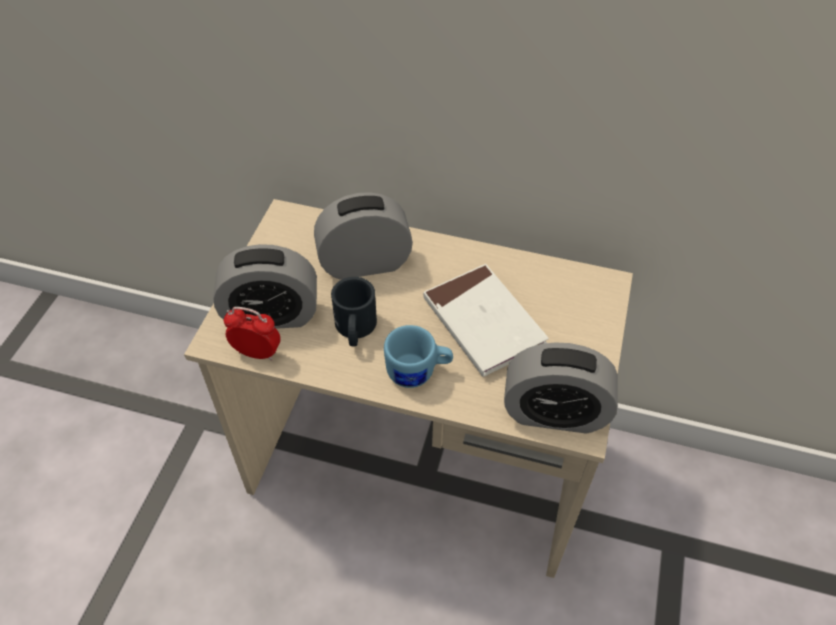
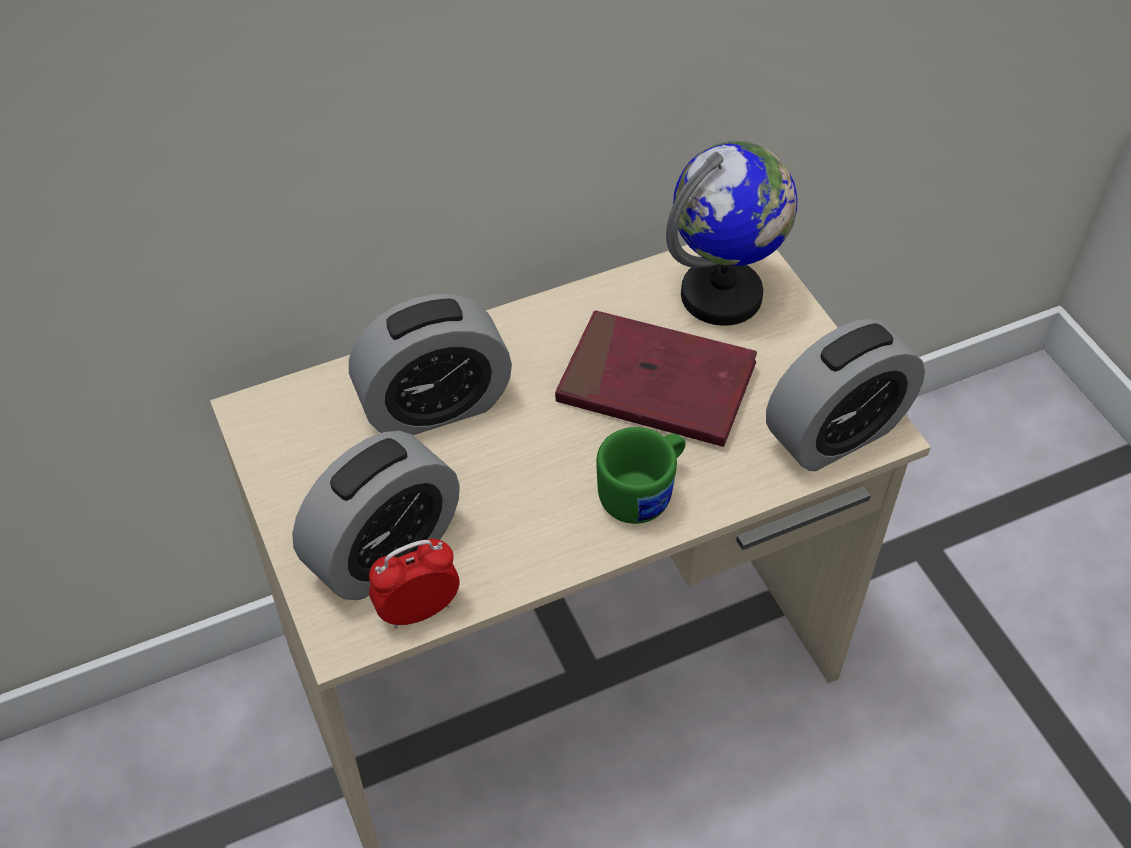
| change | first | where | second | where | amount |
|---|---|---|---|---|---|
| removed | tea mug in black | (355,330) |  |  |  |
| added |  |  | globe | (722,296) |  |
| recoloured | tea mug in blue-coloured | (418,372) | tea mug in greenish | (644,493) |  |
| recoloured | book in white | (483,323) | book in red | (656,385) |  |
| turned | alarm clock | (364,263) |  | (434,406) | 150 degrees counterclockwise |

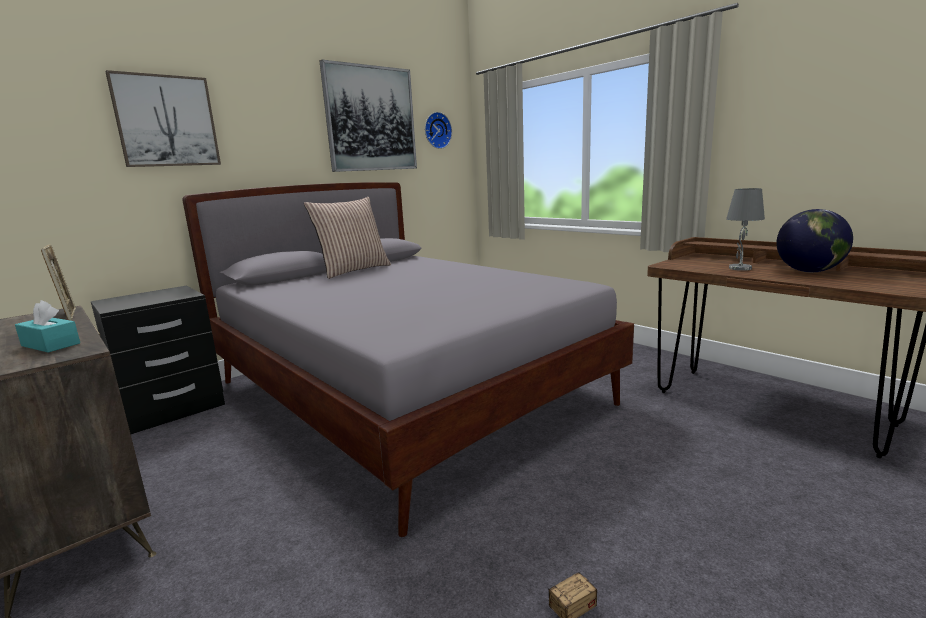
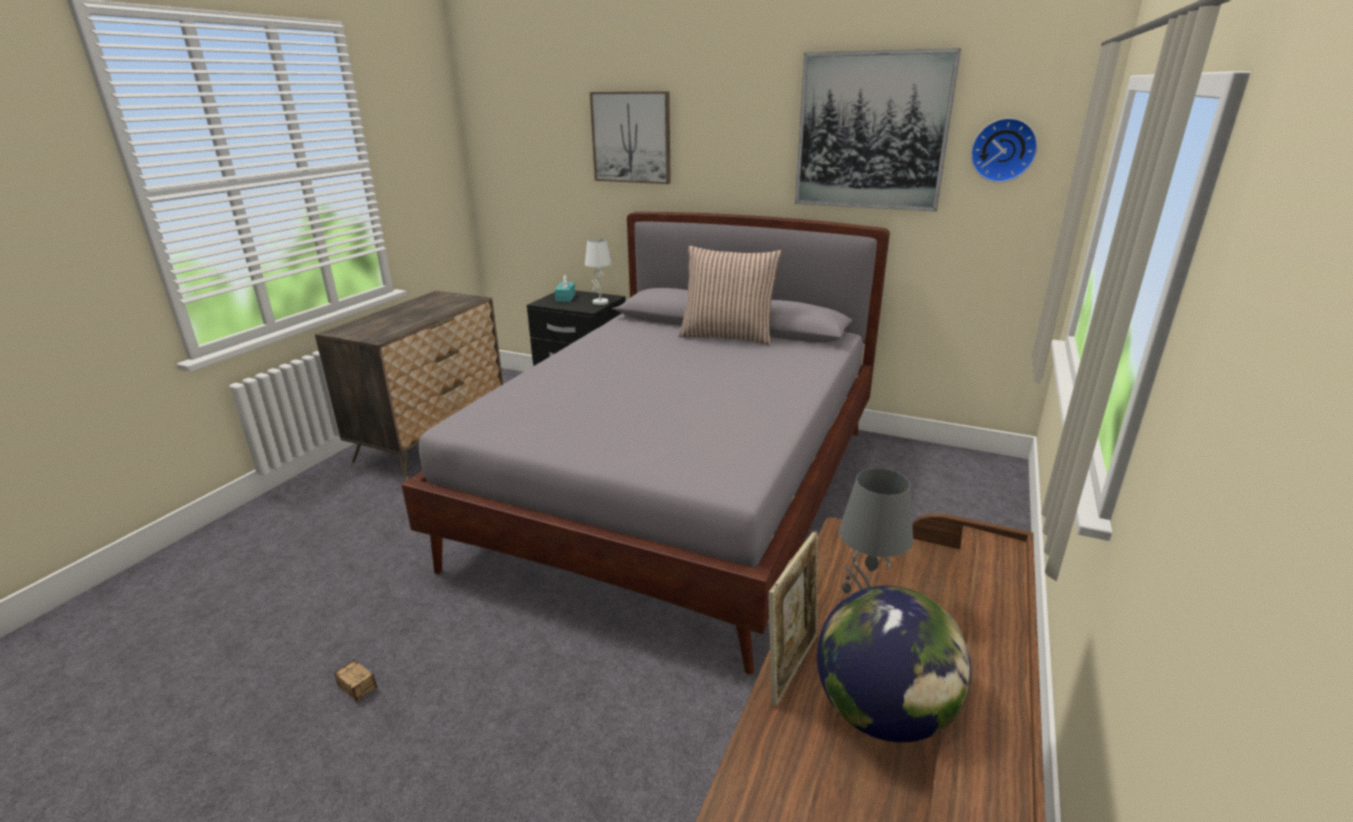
| change | first | where | second | where | amount |
|---|---|---|---|---|---|
| added |  |  | lamp for a table in white | (599,302) |  |
| moved | tissue box in turquoise-coloured | (51,344) |  | (565,297) |  |
| moved | photo frame | (69,315) |  | (791,665) |  |

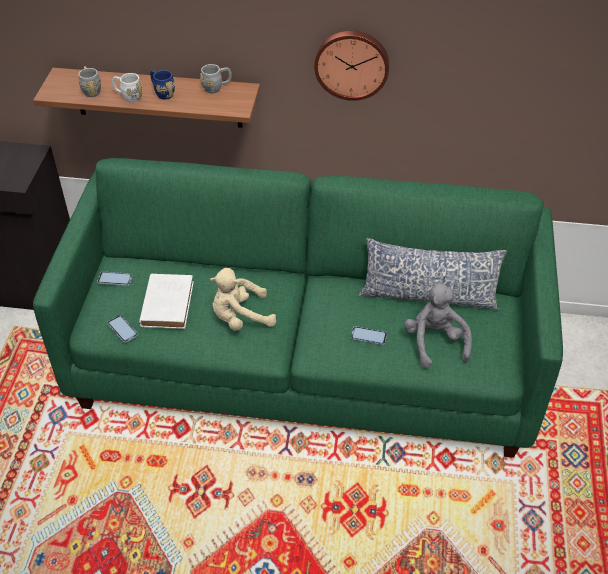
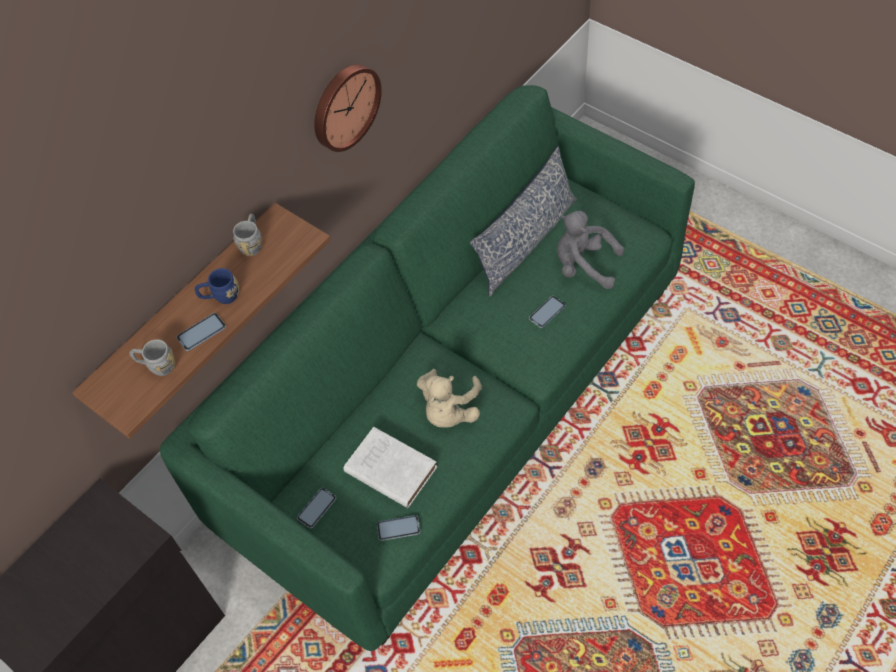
| change | first | where | second | where | amount |
|---|---|---|---|---|---|
| replaced | tea mug in white | (128,96) | telephone | (201,332) |  |

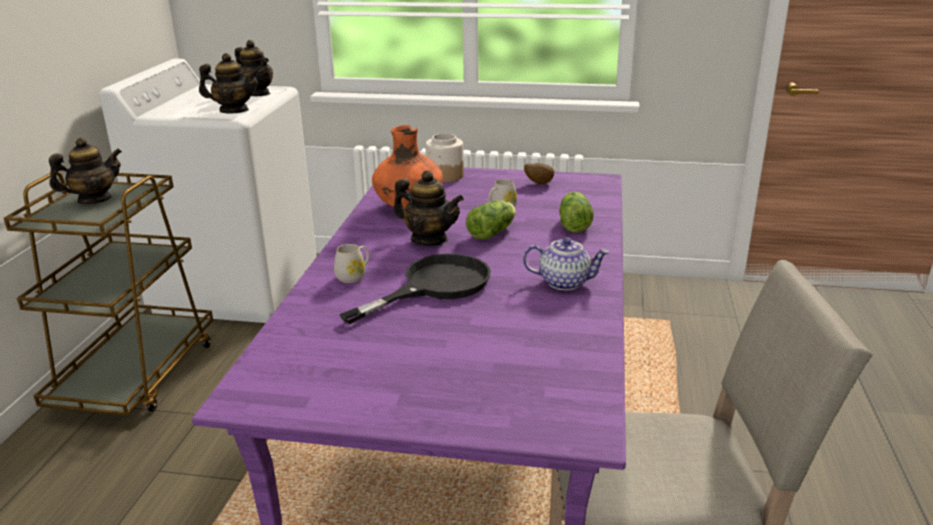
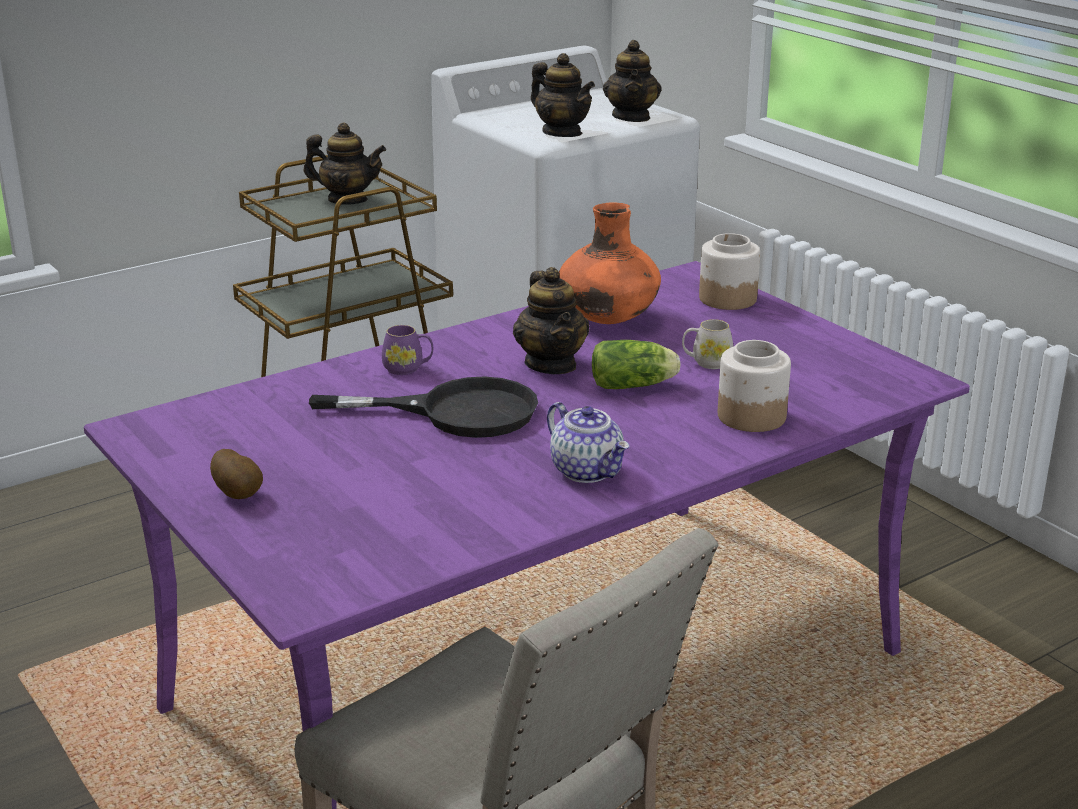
| change | first | where | second | where | amount |
|---|---|---|---|---|---|
| moved | whole potato | (539,183) |  | (239,494) |  |
| replaced | lettuce head | (574,223) | storage jar | (750,416) |  |
| recoloured | tea mug in white | (354,276) | tea mug in purple | (408,368) |  |

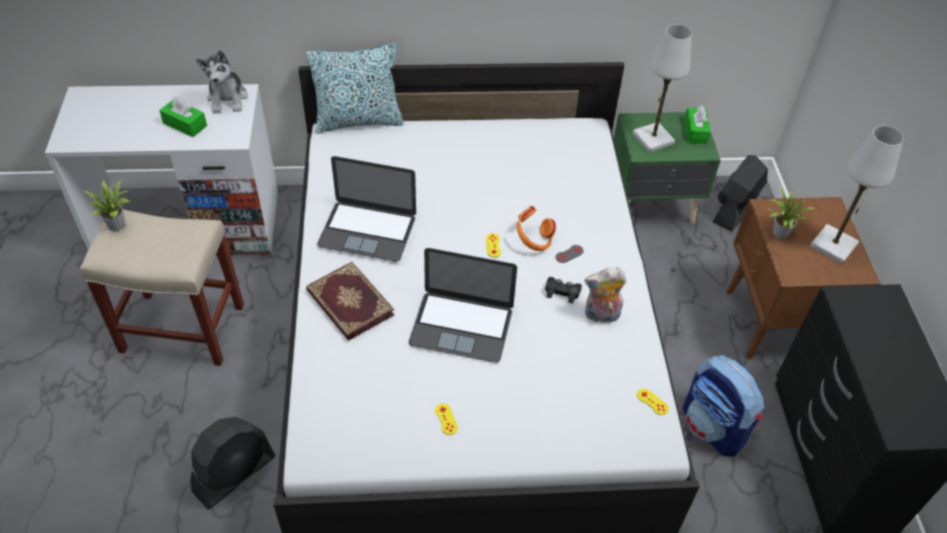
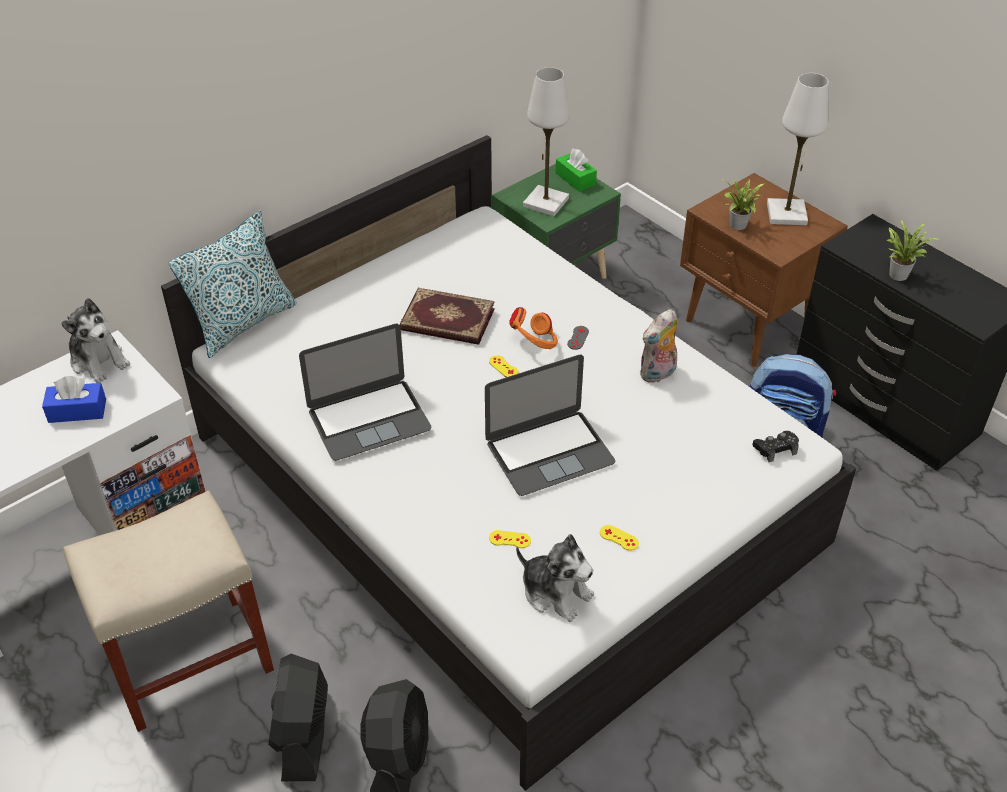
| change | first | where | second | where | amount |
|---|---|---|---|---|---|
| added |  |  | soft toy | (555,592) |  |
| moved | plant in a pot | (118,224) |  | (898,273) |  |
| moved | book | (349,304) |  | (447,321) |  |
| moved | game controller in black | (562,292) |  | (775,449) |  |
| moved | game controller in yellowish | (652,402) |  | (510,539) |  |
| moved | fan in black | (735,209) |  | (304,735) |  |
| recoloured | tissue box in greenish | (185,124) | tissue box in blue-coloured | (77,411) |  |

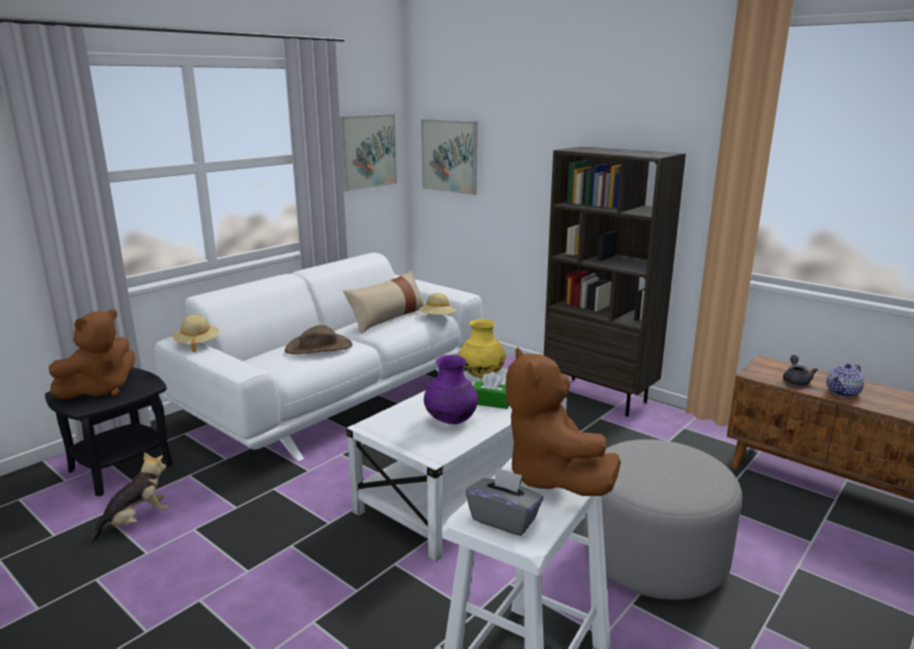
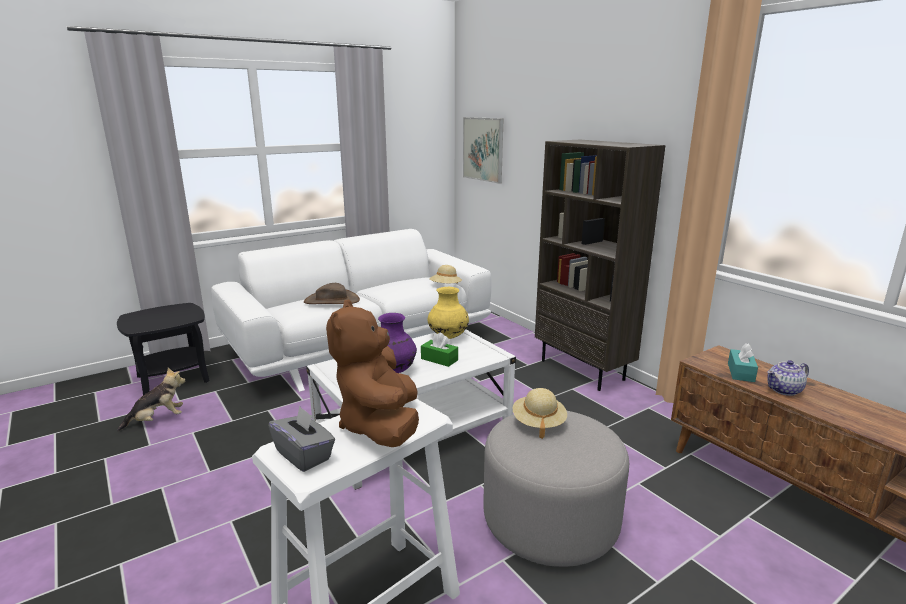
| change | first | where | second | where | amount |
|---|---|---|---|---|---|
| removed | soft toy in brown | (100,390) |  |  |  |
| removed | wall art | (368,151) |  |  |  |
| removed | pillow in beige | (388,318) |  |  |  |
| moved | hat in beige | (197,344) |  | (538,423) |  |
| replaced | pot for tea in grey | (796,380) | tissue box in turquoise-coloured | (740,372) |  |

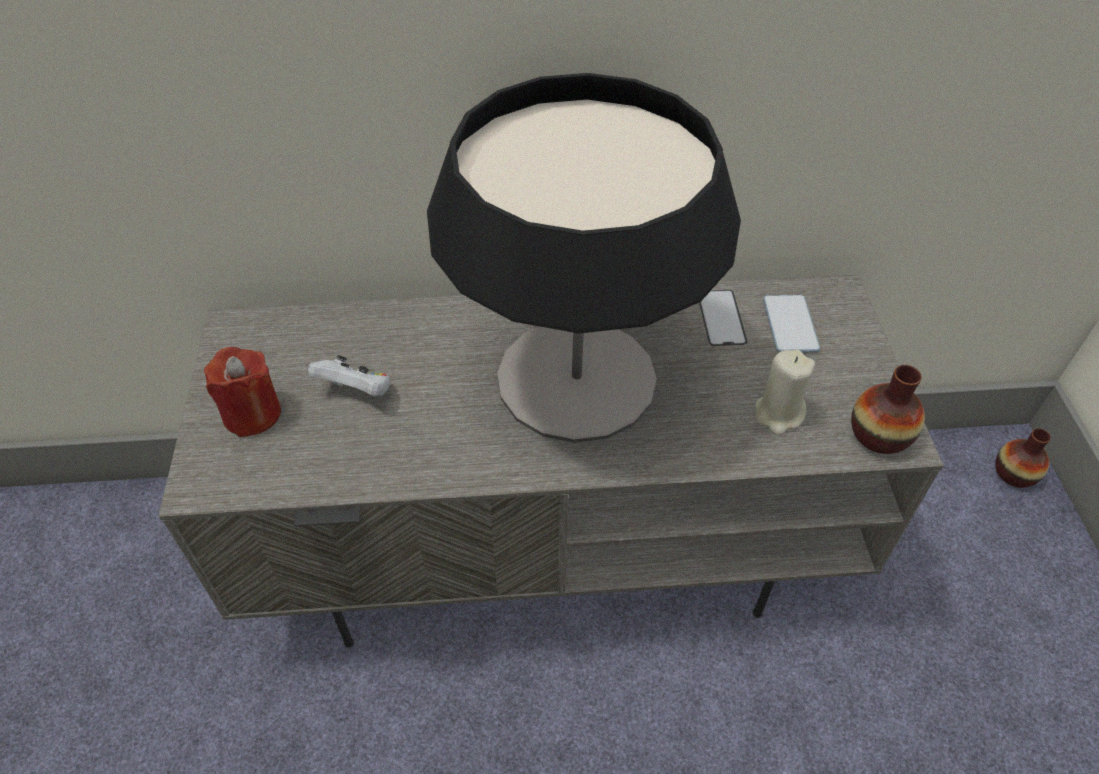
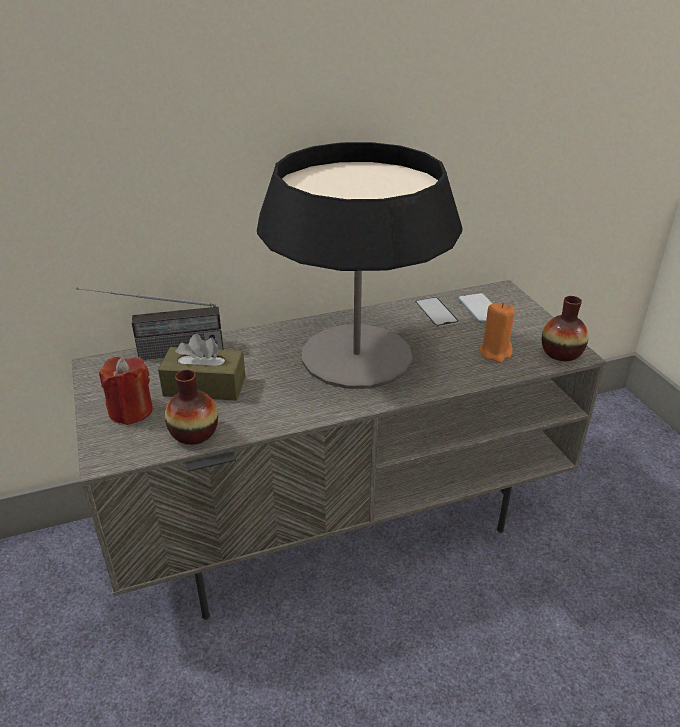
| change | first | where | second | where | amount |
|---|---|---|---|---|---|
| added |  |  | radio set | (158,354) |  |
| moved | flower vase | (1014,474) |  | (194,433) |  |
| replaced | game controller in white | (356,392) | tissue box in brown | (205,386) |  |
| recoloured | wax candle in beige | (778,414) | wax candle in orange | (495,353) |  |

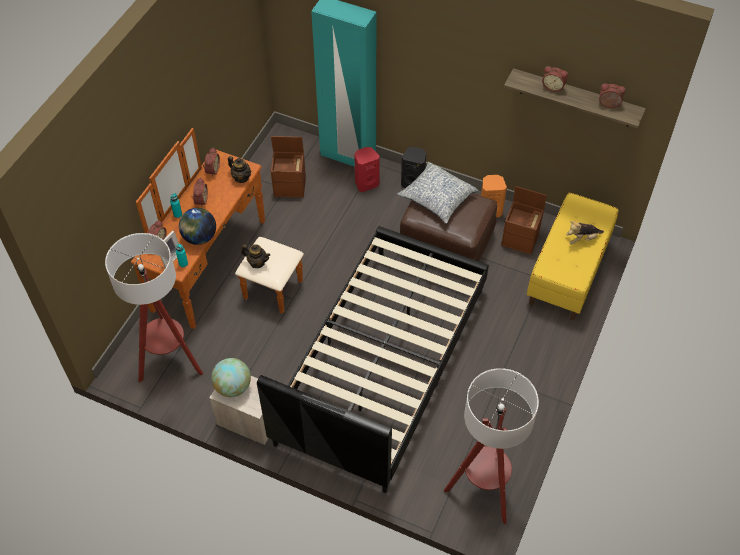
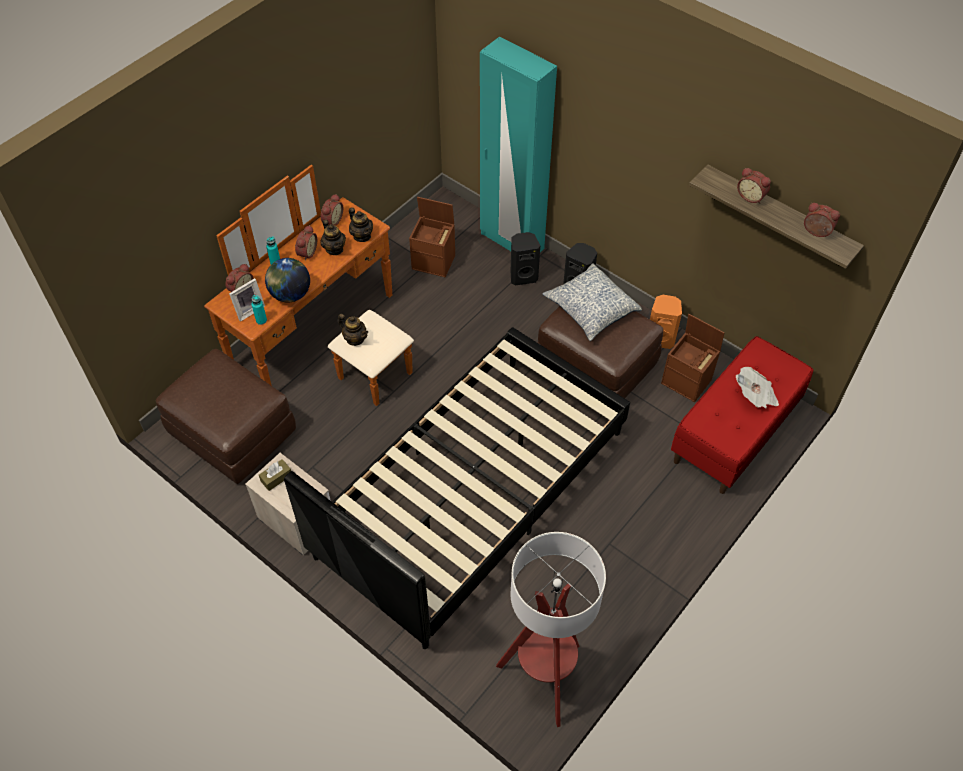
| change | first | where | second | where | amount |
|---|---|---|---|---|---|
| added |  |  | pot for tea | (334,249) |  |
| replaced | floor lamp | (170,362) | footrest in brown | (231,432) |  |
| replaced | globe | (233,387) | tissue box in brown | (276,478) |  |
| replaced | soft toy | (582,239) | daily paper | (755,396) |  |
| recoloured | audio speaker in red | (366,183) | audio speaker in black | (523,276) |  |
| recoloured | long seat in yellowish | (568,272) | long seat in red | (734,434) |  |

